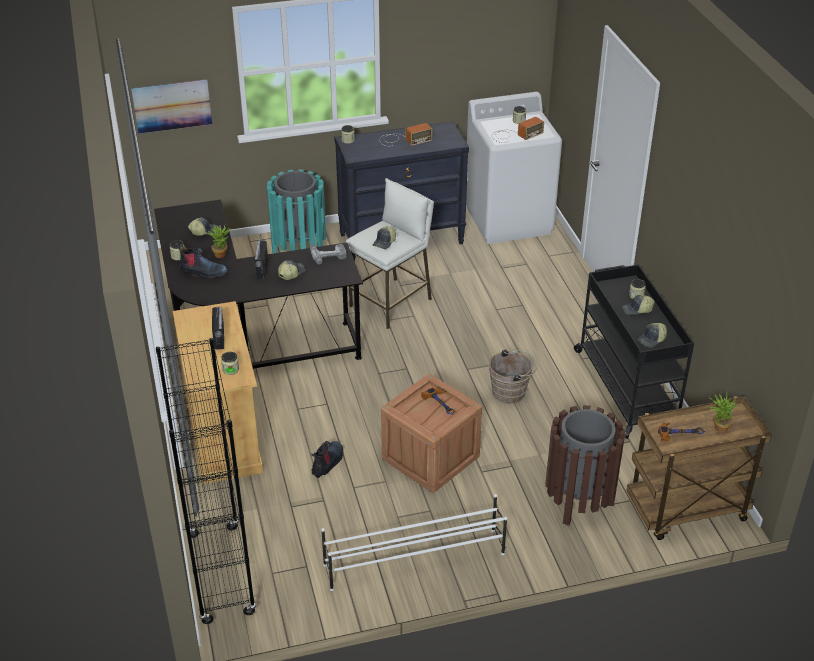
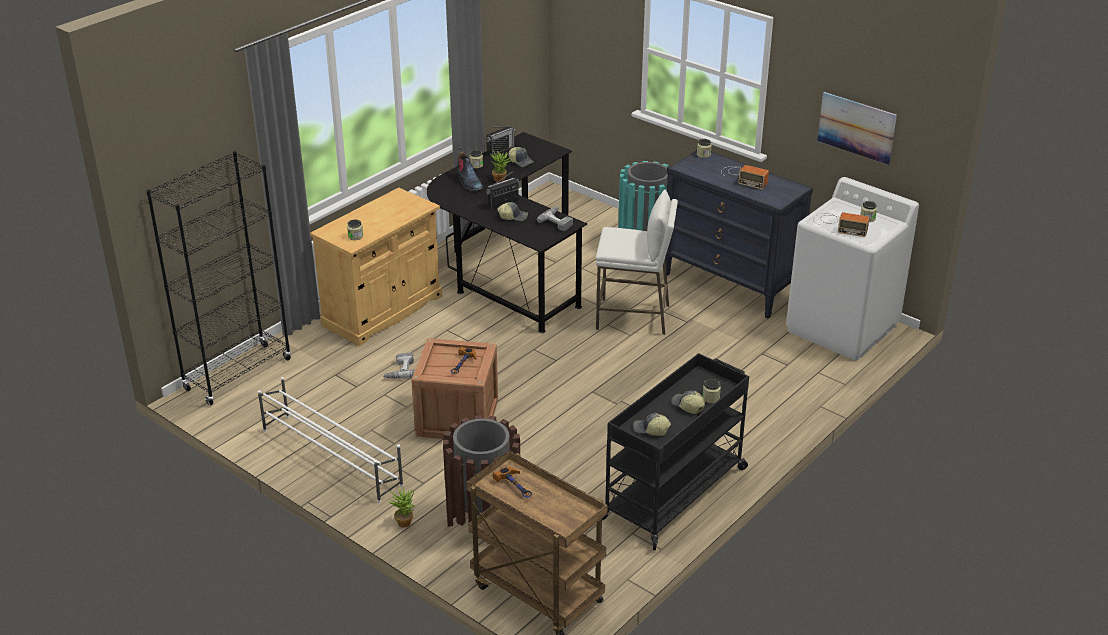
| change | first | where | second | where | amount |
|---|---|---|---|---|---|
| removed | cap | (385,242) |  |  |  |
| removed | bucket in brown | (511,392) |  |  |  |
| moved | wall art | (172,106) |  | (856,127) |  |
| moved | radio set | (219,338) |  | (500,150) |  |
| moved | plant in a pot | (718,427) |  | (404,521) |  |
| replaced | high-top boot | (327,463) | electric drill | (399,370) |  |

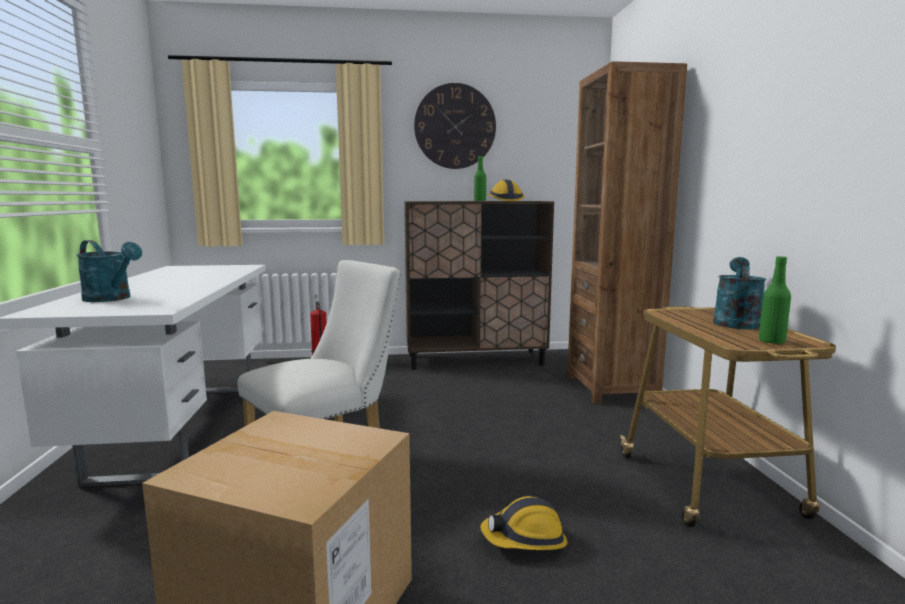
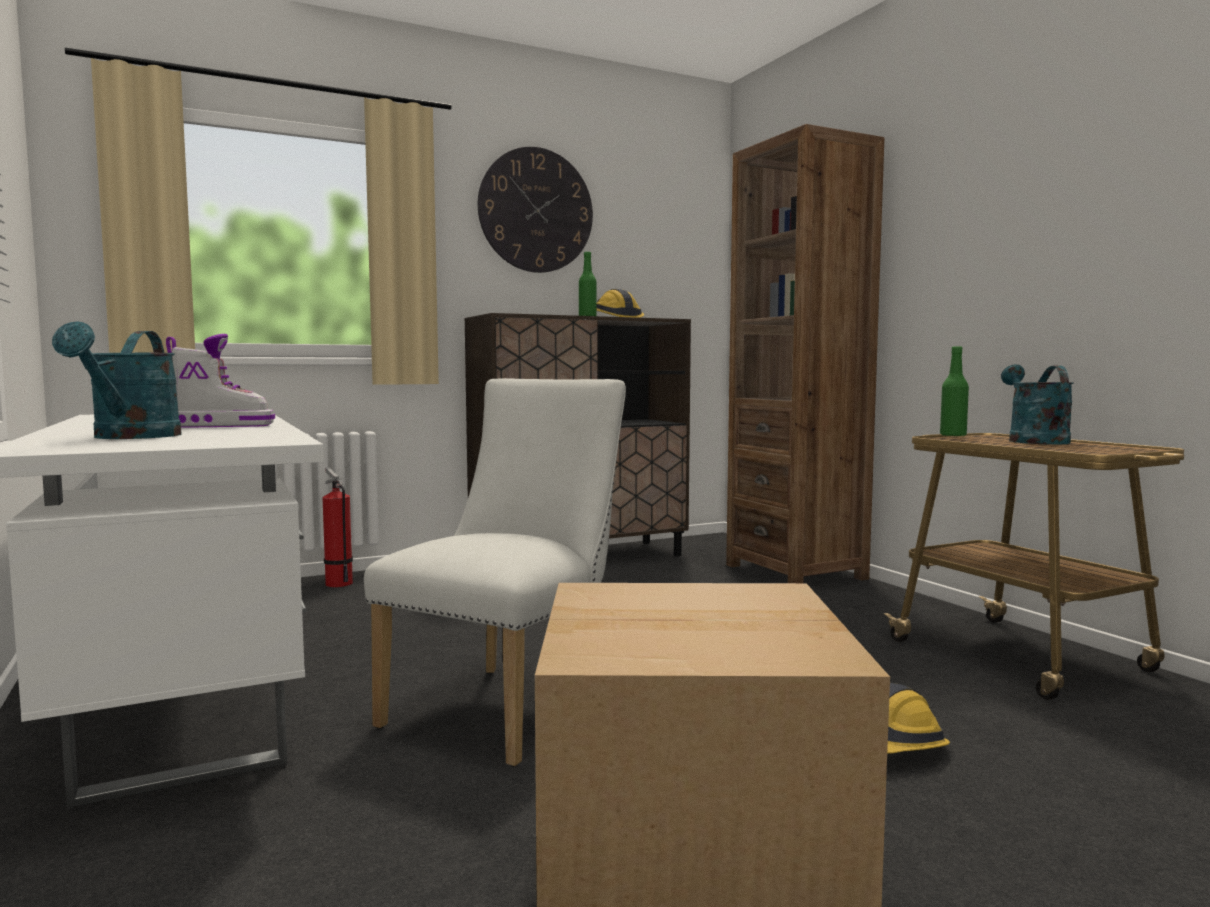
| change | first | where | second | where | amount |
|---|---|---|---|---|---|
| added |  |  | high-top boot | (219,425) |  |
| moved | bottle in greenish | (771,341) |  | (953,435) |  |
| turned | watering can in turquoise-coloured | (112,299) |  | (131,437) | 75 degrees clockwise |

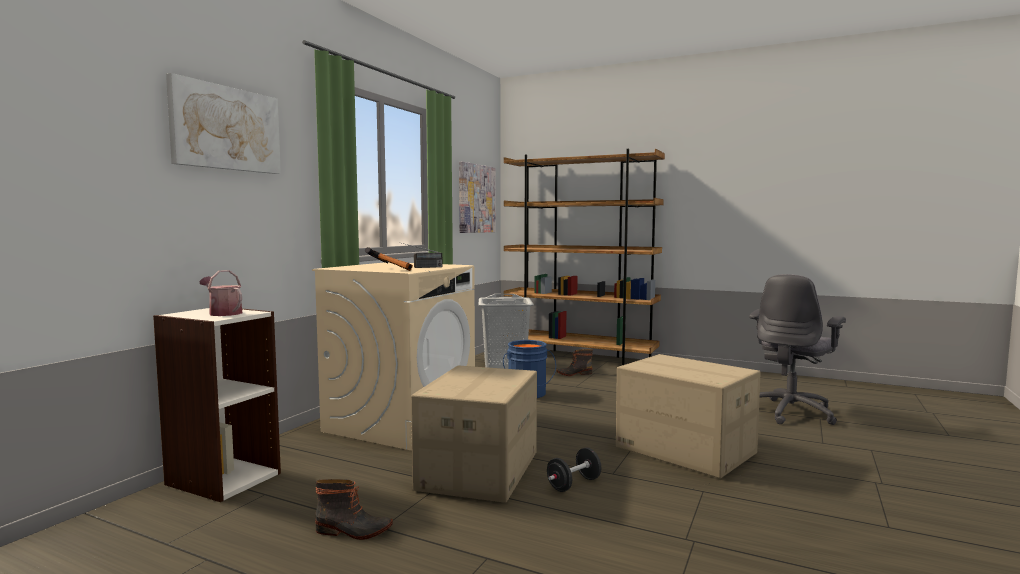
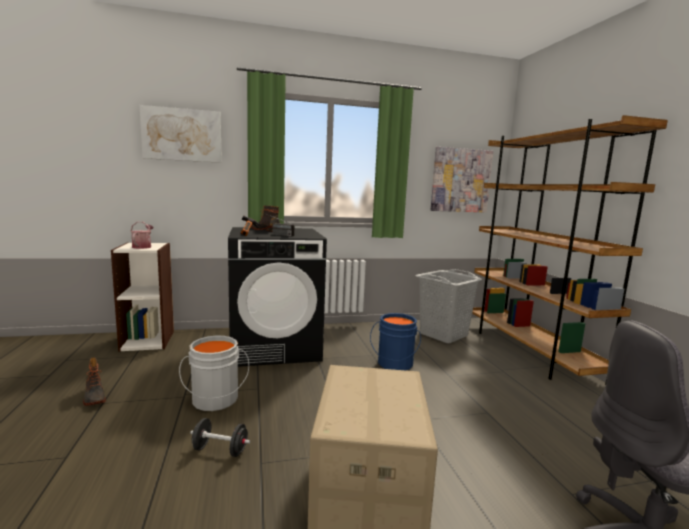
| change | first | where | second | where | amount |
|---|---|---|---|---|---|
| moved | high-top boot | (574,374) |  | (265,230) |  |
| replaced | carton | (478,470) | bucket in grey | (215,400) |  |
| recoloured | washing machine in beige | (401,421) | washing machine in black | (275,347) |  |

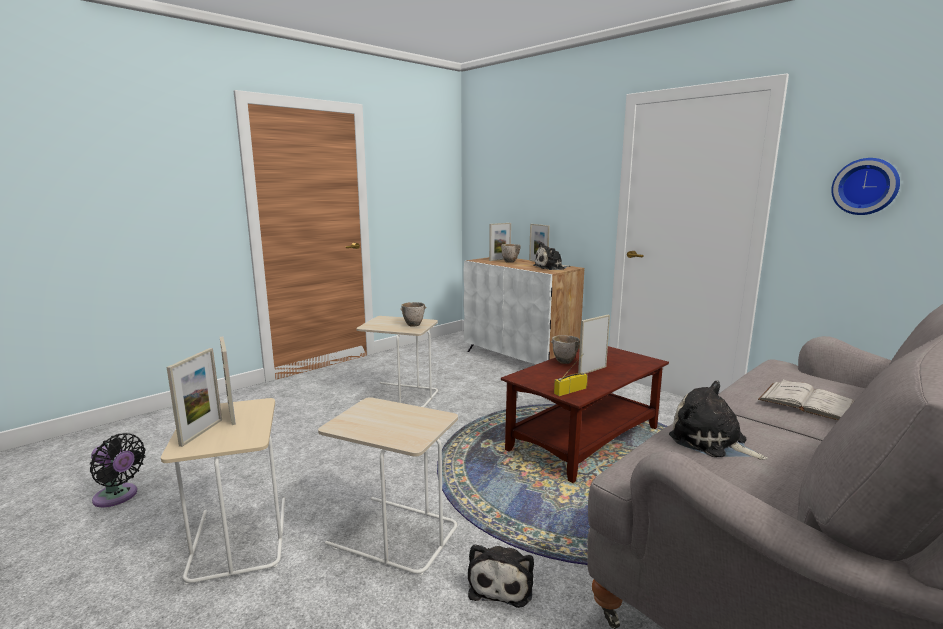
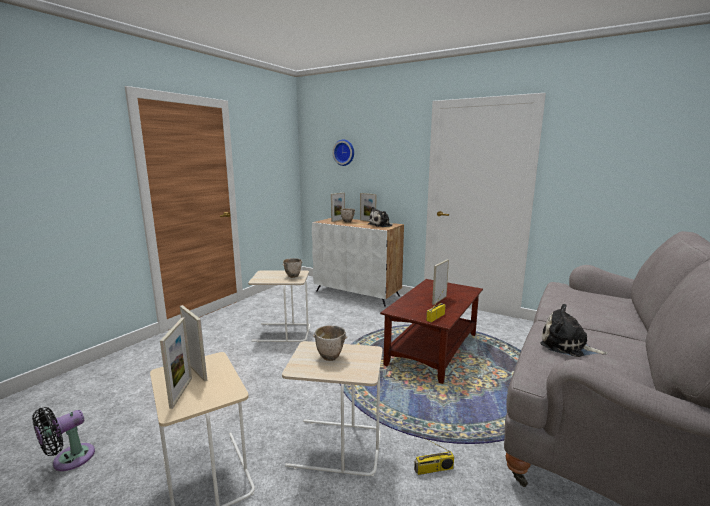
| change | first | where | second | where | amount |
|---|---|---|---|---|---|
| removed | book in white | (806,401) |  |  |  |
| moved | serving bowl | (565,362) |  | (331,357) |  |
| moved | hanging clock | (865,186) |  | (344,152) |  |
| replaced | soft toy | (501,583) | radio set | (433,469) |  |
| turned | fan in black | (118,497) |  | (69,460) | 120 degrees clockwise |

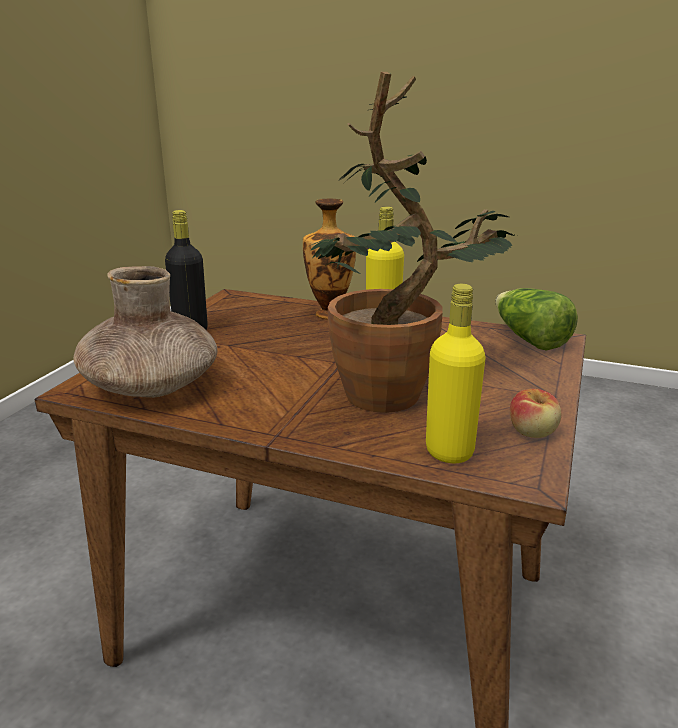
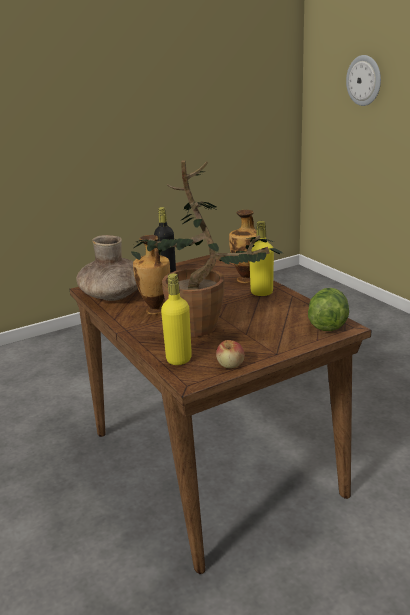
| change | first | where | second | where | amount |
|---|---|---|---|---|---|
| added |  |  | flower vase | (155,311) |  |
| added |  |  | hanging clock | (364,80) |  |

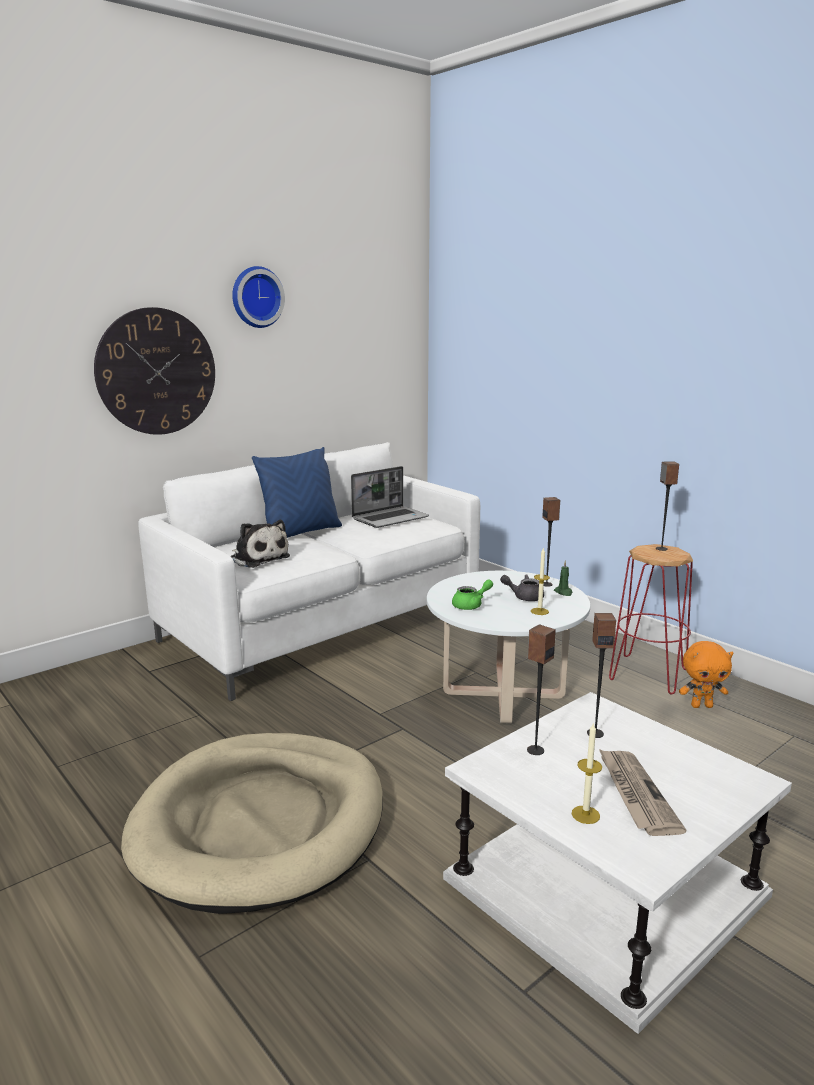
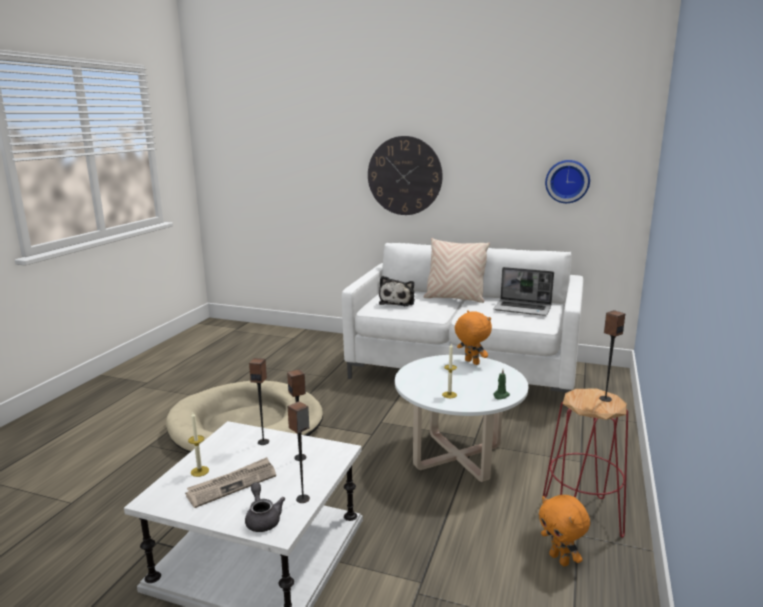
| change | first | where | second | where | amount |
|---|---|---|---|---|---|
| removed | pot for tea in greenish | (471,605) |  |  |  |
| added |  |  | soft toy in orange | (471,362) |  |
| moved | hanging clock | (256,297) |  | (567,181) |  |
| moved | pot for tea in grey | (524,597) |  | (262,519) |  |
| moved | audio speaker | (546,584) |  | (303,499) |  |
| recoloured | pillow in blue-coloured | (301,533) | pillow in beige | (455,298) |  |

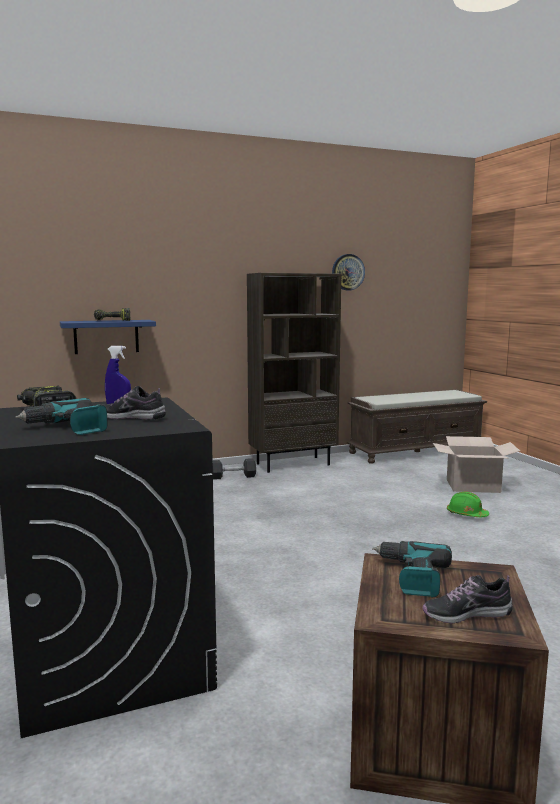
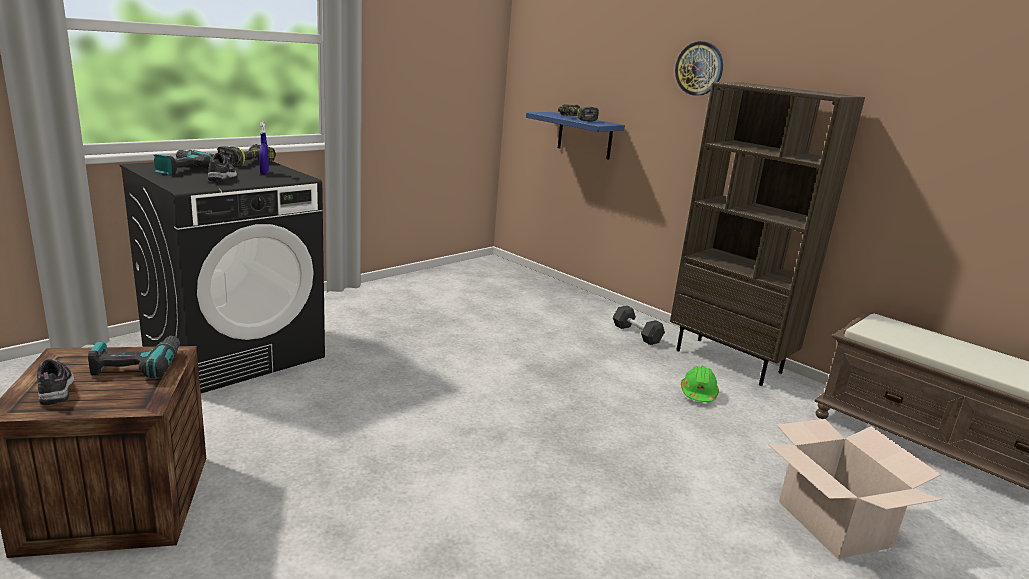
| change | first | where | second | where | amount |
|---|---|---|---|---|---|
| moved | hanging clock | (348,272) |  | (699,68) |  |
| moved | hard hat in greenish | (466,514) |  | (698,394) |  |

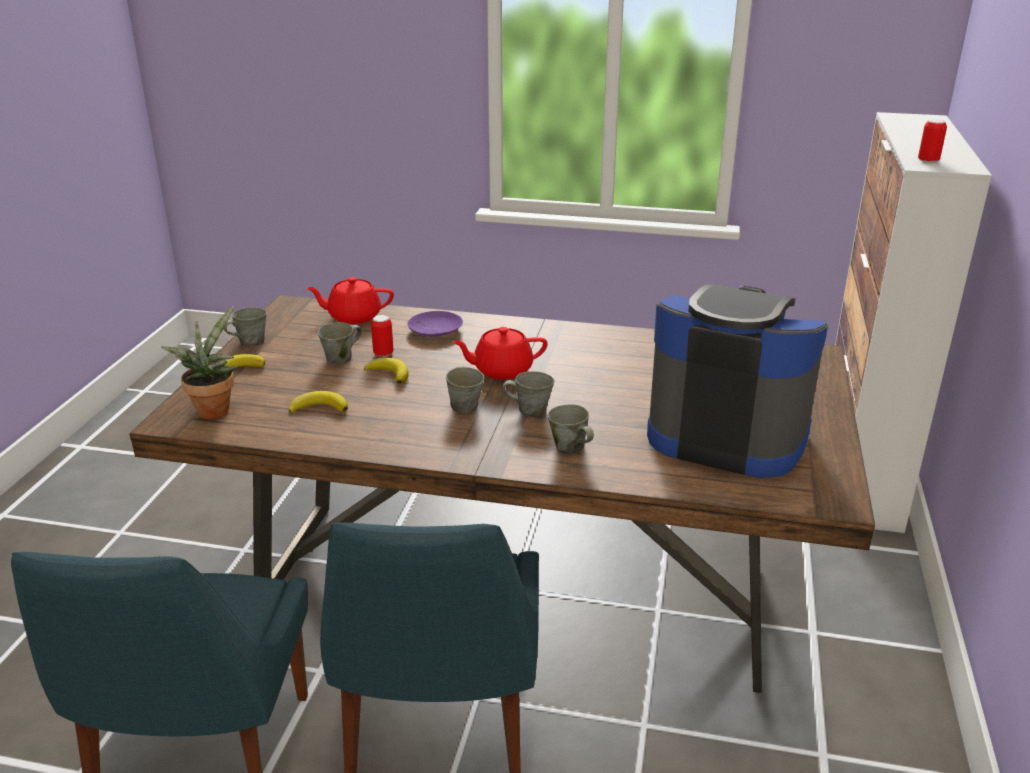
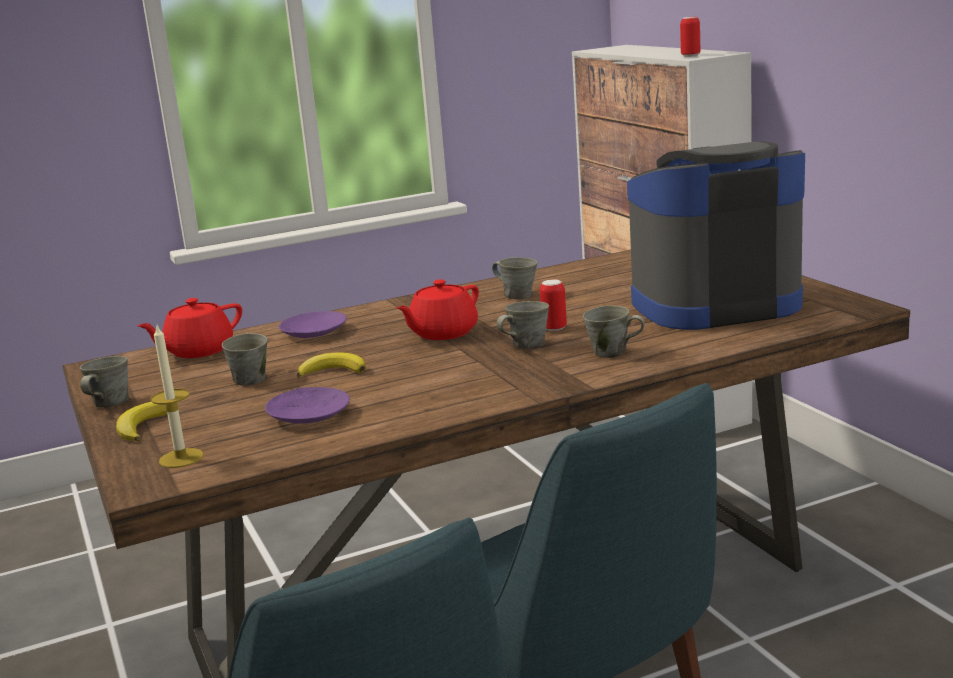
| change | first | where | second | where | amount |
|---|---|---|---|---|---|
| moved | metal can | (383,353) |  | (554,328) |  |
| moved | tea mug in grey | (464,405) |  | (517,295) |  |
| replaced | plant in a pot | (214,408) | wax candle | (181,458) |  |
| replaced | whole banana | (319,407) | plate in purple | (308,414) |  |

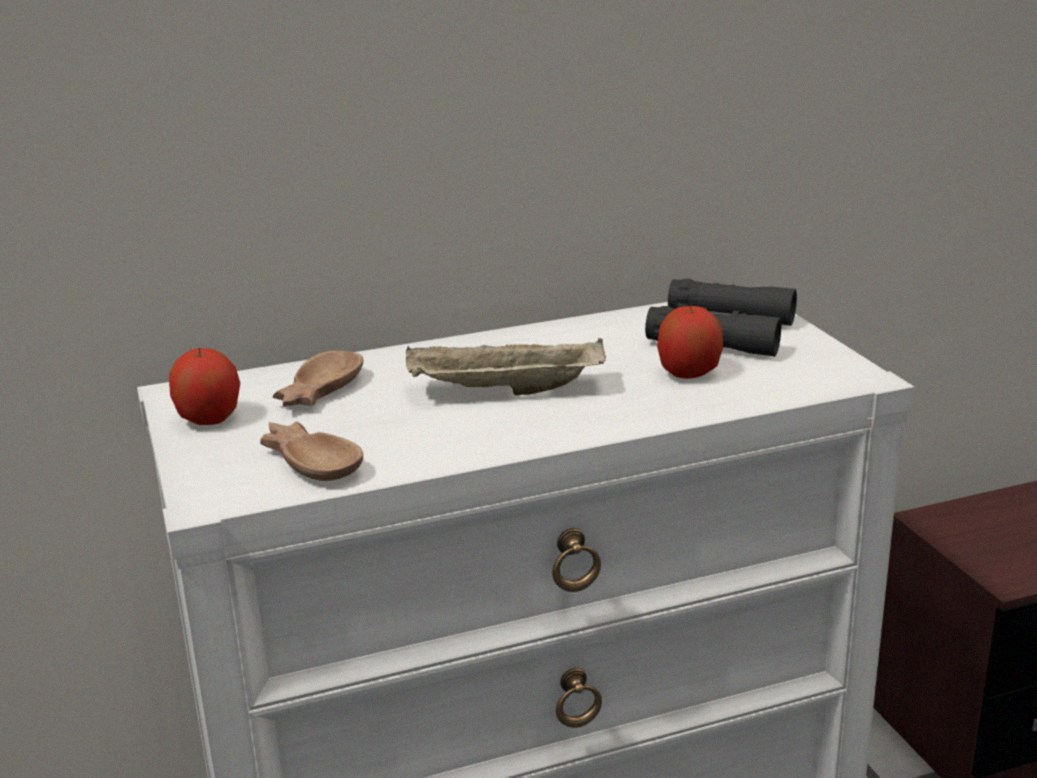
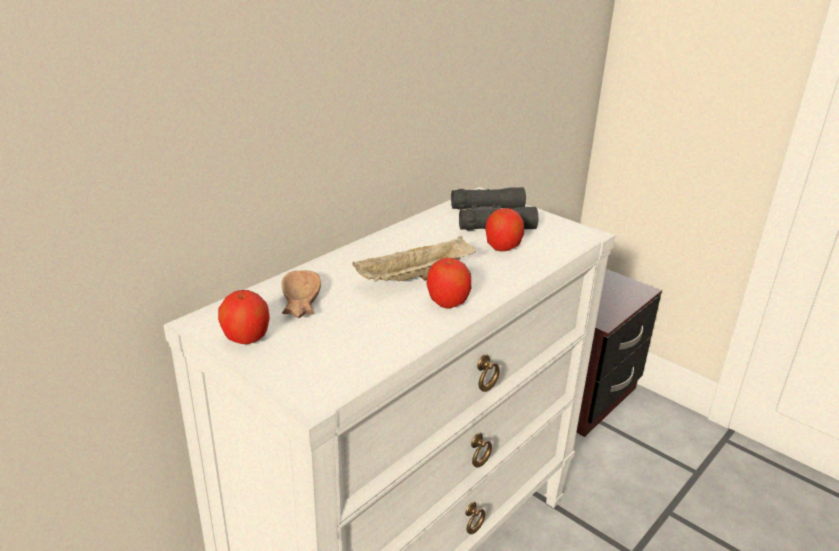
| change | first | where | second | where | amount |
|---|---|---|---|---|---|
| removed | serving bowl in brown | (312,461) |  |  |  |
| added |  |  | whole apple | (447,302) |  |

